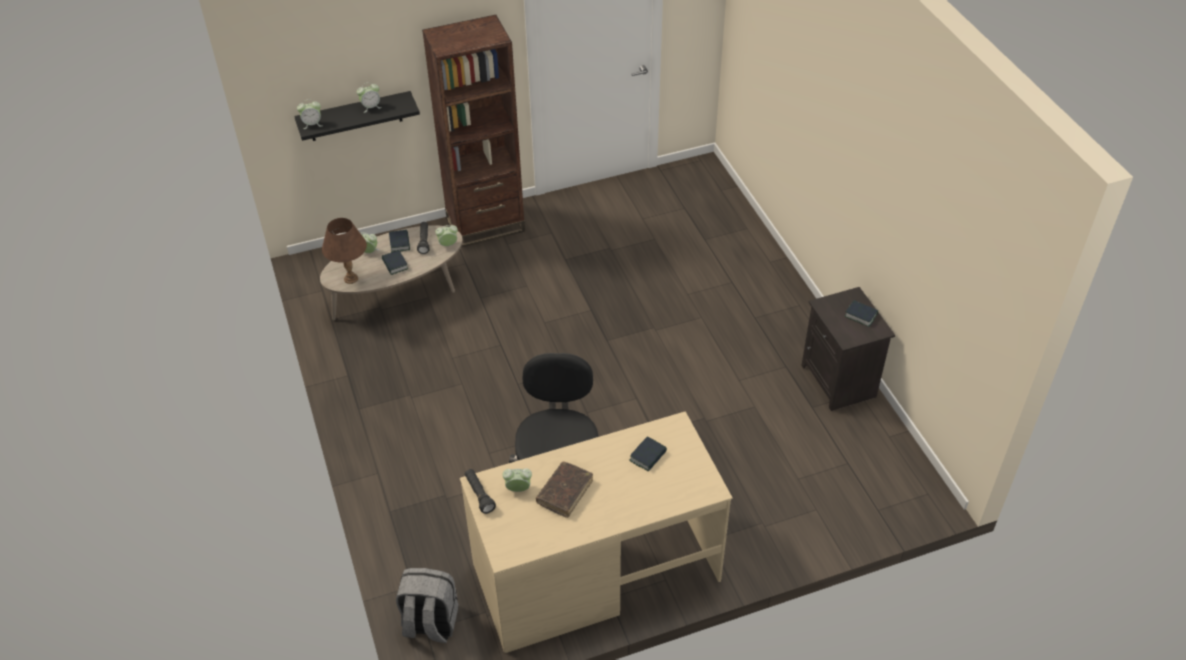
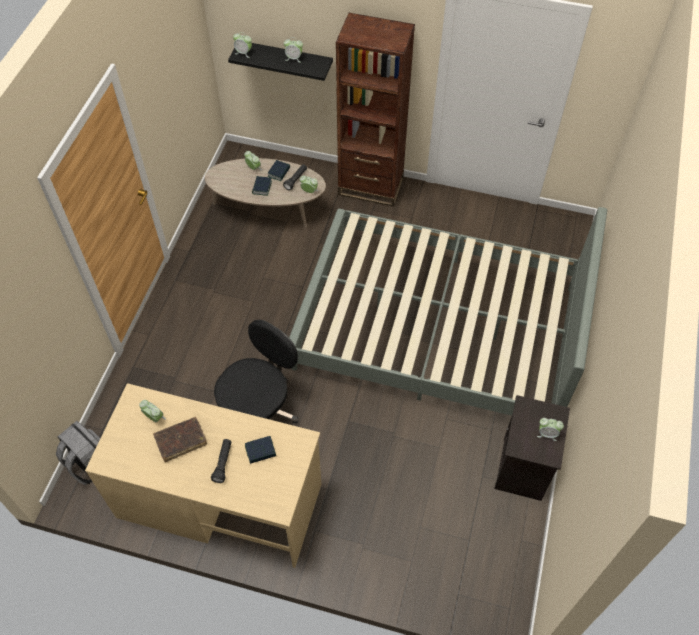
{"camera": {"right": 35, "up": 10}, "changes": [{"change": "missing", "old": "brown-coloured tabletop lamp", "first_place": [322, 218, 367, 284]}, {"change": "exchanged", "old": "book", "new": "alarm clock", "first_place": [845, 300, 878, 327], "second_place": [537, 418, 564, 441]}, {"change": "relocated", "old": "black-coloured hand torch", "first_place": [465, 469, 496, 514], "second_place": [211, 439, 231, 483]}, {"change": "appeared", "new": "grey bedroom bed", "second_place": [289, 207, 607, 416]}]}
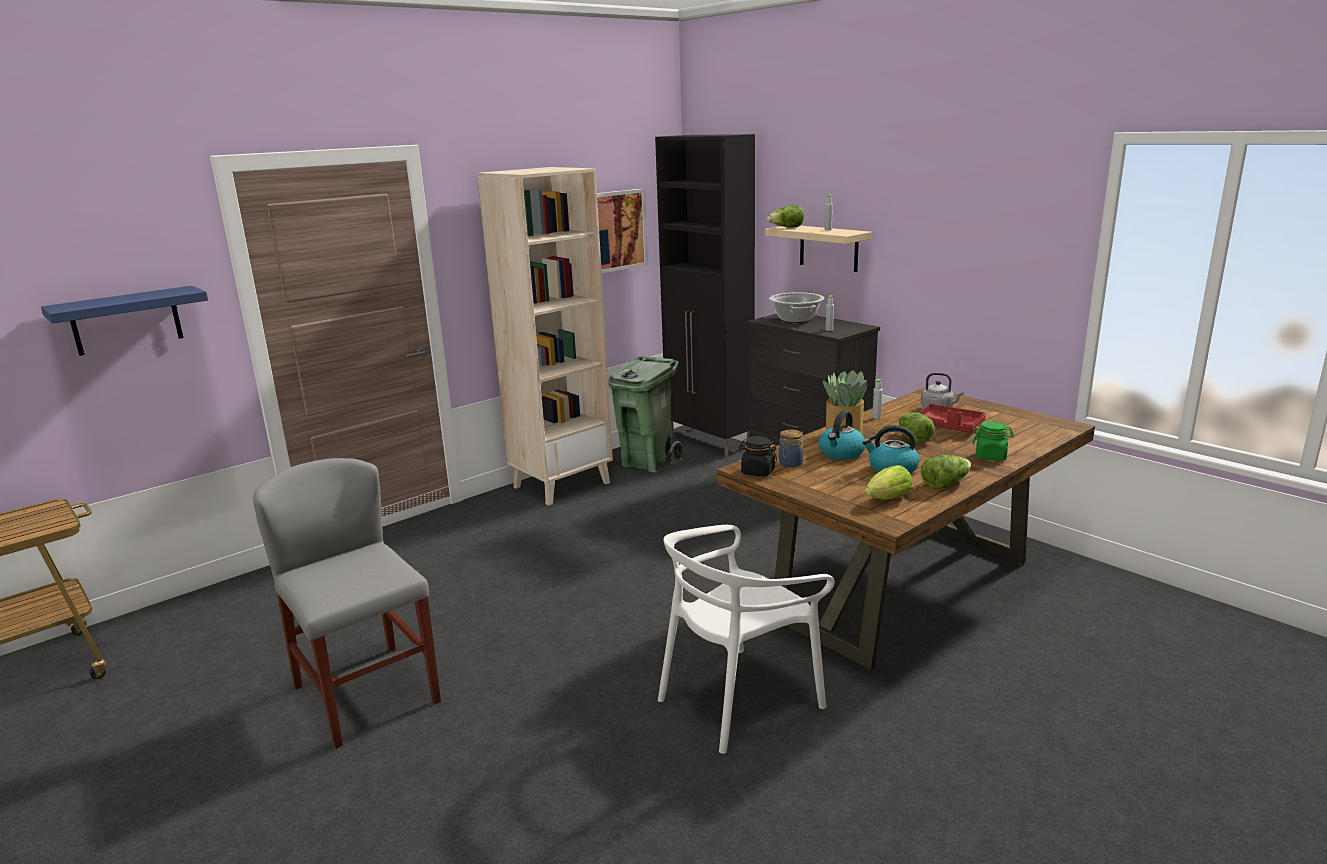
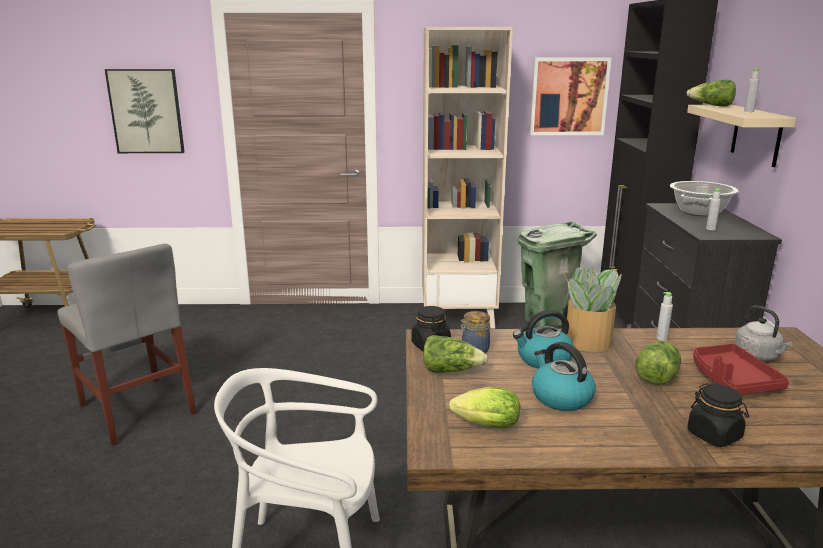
{"camera": {"right": 40, "up": 0}, "changes": [{"change": "exchanged", "old": "blue shelf", "new": "wall picture", "first_place": [41, 286, 208, 356], "second_place": [105, 69, 185, 153]}, {"change": "colour", "old": "green-coloured preserve jar", "new": "black-coloured preserve jar", "first_place": [973, 421, 1014, 461], "second_place": [687, 383, 749, 447]}, {"change": "relocated", "old": "lettuce head", "first_place": [921, 455, 971, 489], "second_place": [423, 335, 488, 373]}, {"change": "spun", "old": "grey plain chair", "first_place": [253, 458, 441, 749], "second_place": [57, 244, 196, 446], "degrees": 135}]}
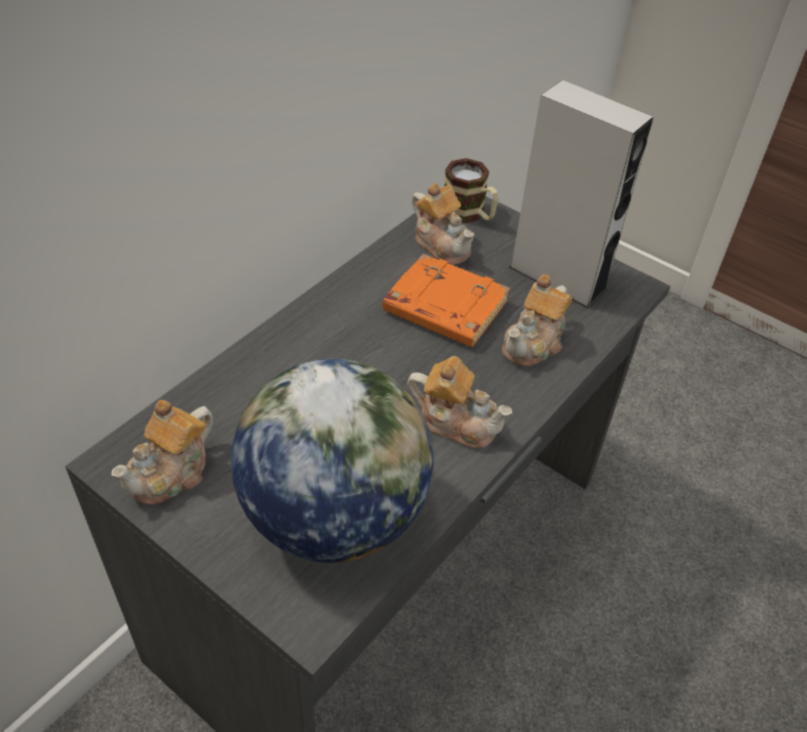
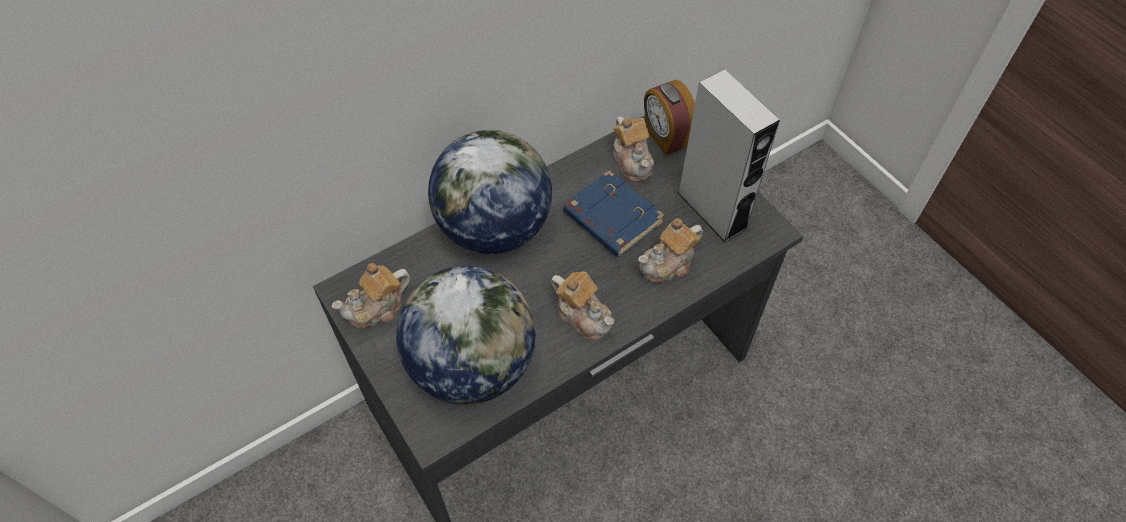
{"camera": {"right": 20, "up": 10}, "changes": [{"change": "exchanged", "old": "tea mug", "new": "alarm clock", "first_place": [444, 158, 499, 224], "second_place": [644, 80, 695, 155]}, {"change": "colour", "old": "orangey book", "new": "blue book", "first_place": [383, 254, 510, 347], "second_place": [563, 171, 664, 257]}, {"change": "appeared", "new": "globe", "second_place": [428, 130, 552, 254]}]}
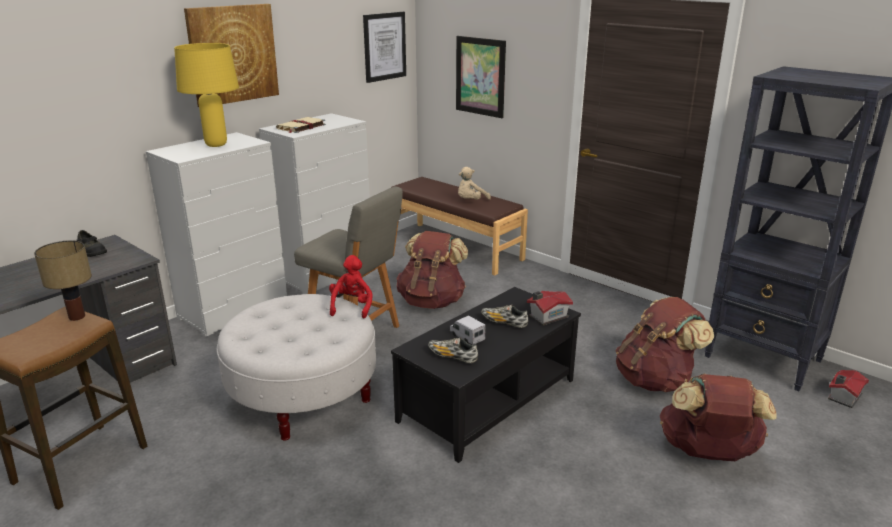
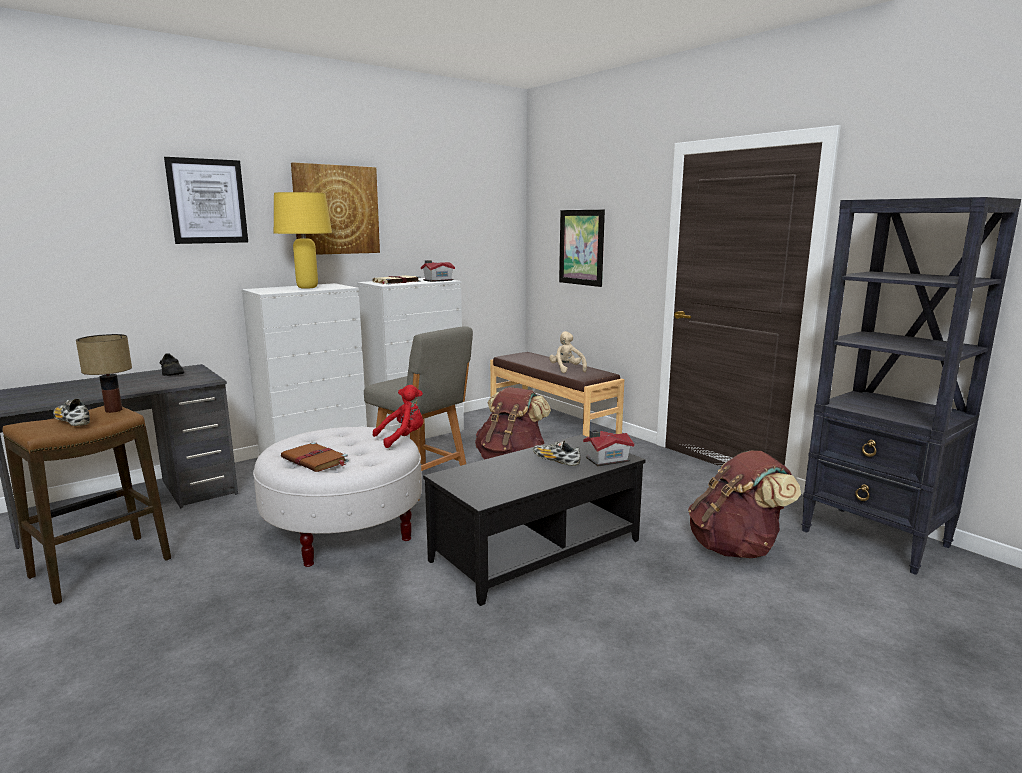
{"camera": {"right": 10, "up": -10}, "changes": [{"change": "relocated", "old": "wall picture", "first_place": [363, 12, 406, 83], "second_place": [164, 157, 248, 244]}, {"change": "spun", "old": "beige plush toy", "first_place": [458, 167, 491, 200], "second_place": [549, 331, 587, 373], "degrees": 105}, {"change": "spun", "old": "red plush toy", "first_place": [329, 255, 373, 319], "second_place": [373, 385, 424, 448], "degrees": 45}, {"change": "missing", "old": "toy lorry", "first_place": [450, 315, 485, 345]}, {"change": "relocated", "old": "item of footwear", "first_place": [428, 337, 478, 363], "second_place": [53, 398, 90, 426]}, {"change": "relocated", "old": "model house", "first_place": [828, 370, 869, 408], "second_place": [421, 260, 455, 282]}, {"change": "missing", "old": "brown-coloured backpack", "first_place": [660, 374, 776, 461]}, {"change": "appeared", "new": "brown-coloured book", "second_place": [281, 442, 349, 472]}]}
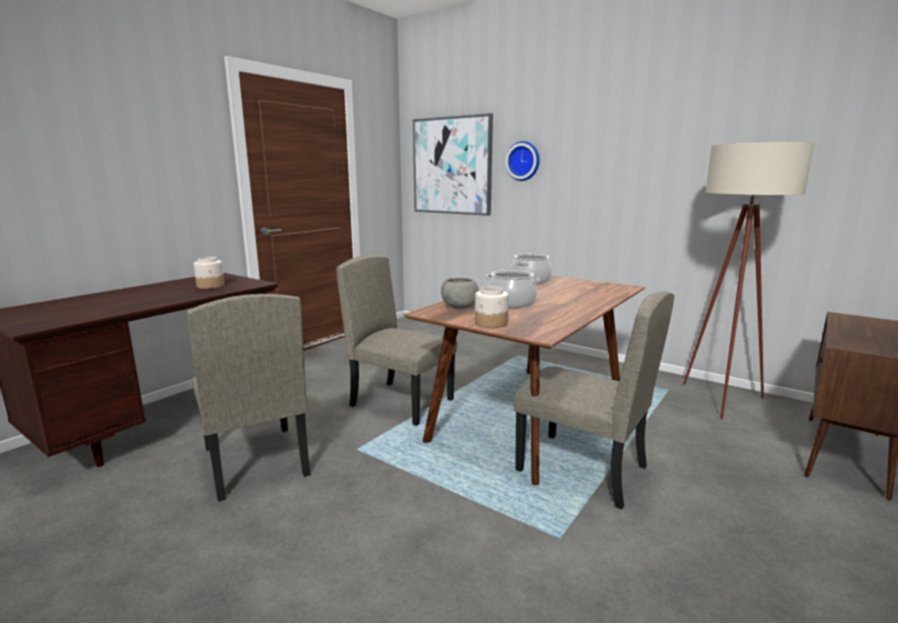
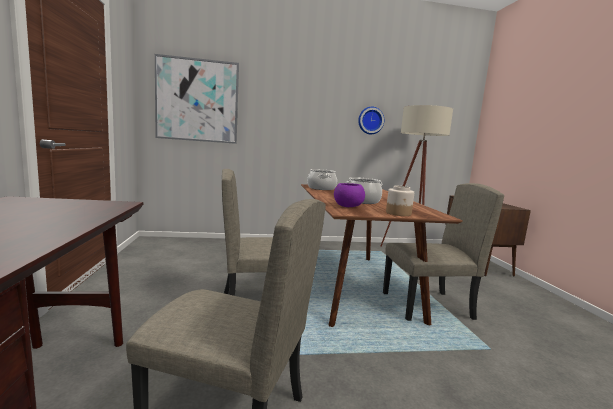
{"camera": {"right": -45, "up": -5}, "changes": [{"change": "relocated", "old": "clock on the wall", "first_place": [505, 141, 540, 181], "second_place": [358, 107, 384, 134]}, {"change": "missing", "old": "preserve jar", "first_place": [193, 257, 225, 289]}, {"change": "colour", "old": "grey serving bowl", "new": "purple serving bowl", "first_place": [441, 278, 479, 309], "second_place": [334, 183, 365, 207]}]}
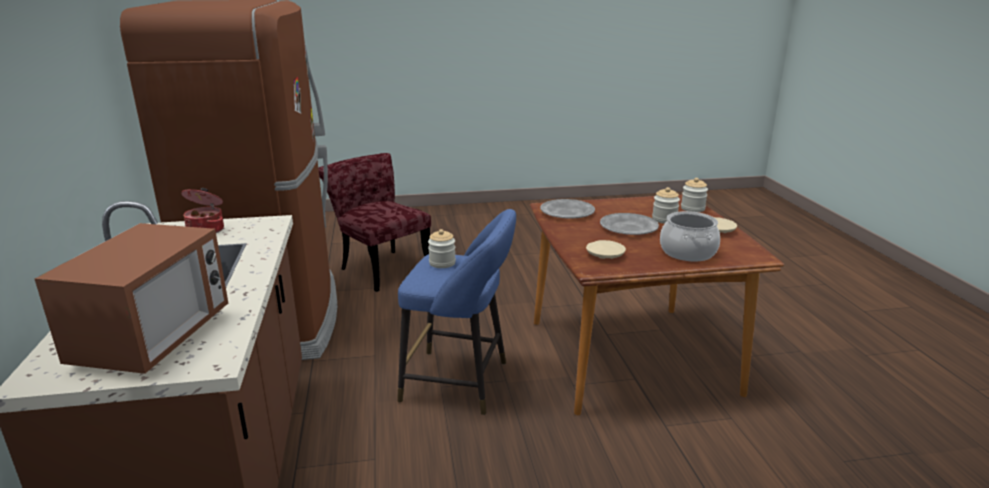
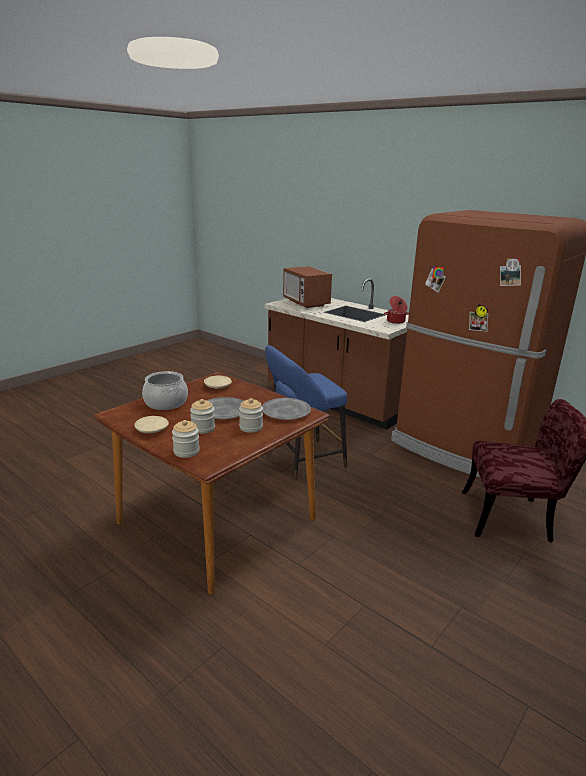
{"camera": {"right": 140, "up": 0}, "changes": [{"change": "relocated", "old": "preserve jar", "first_place": [428, 229, 456, 268], "second_place": [239, 398, 263, 433]}]}
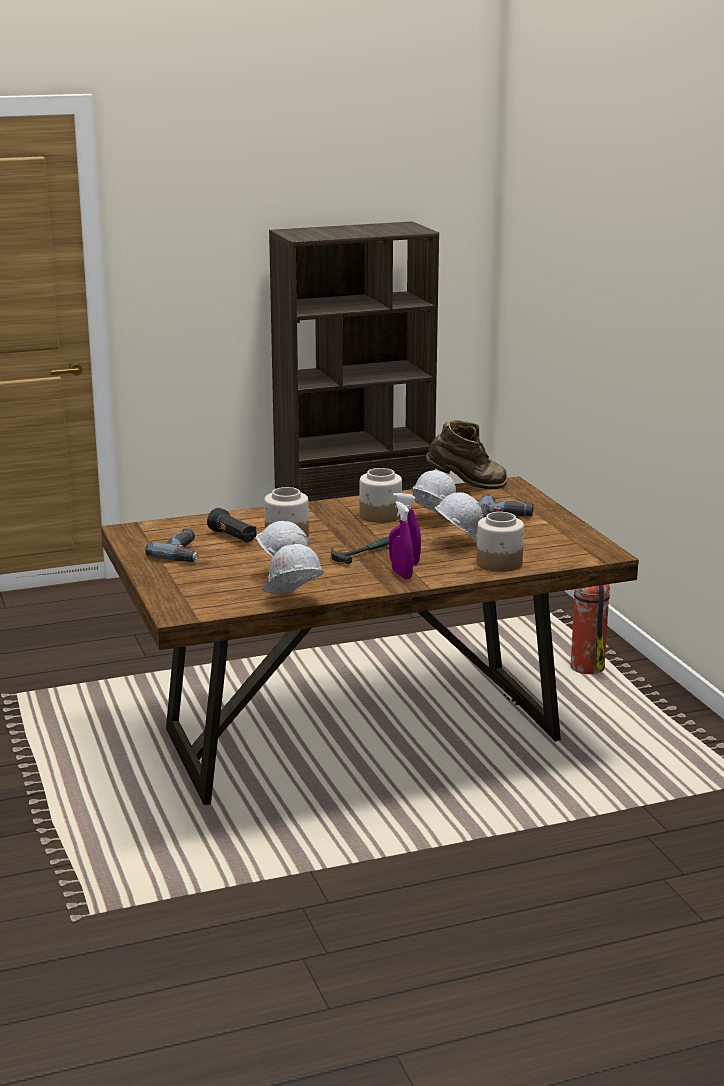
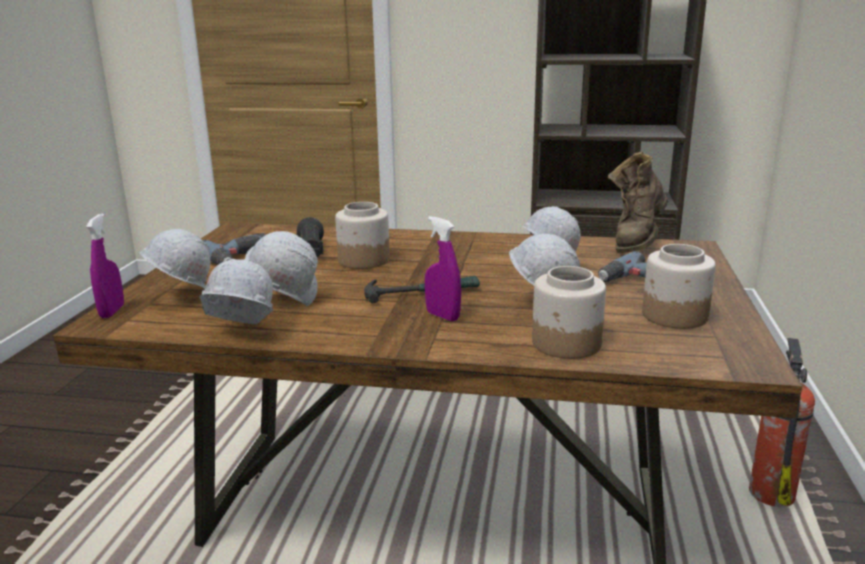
{"camera": {"right": 30, "up": 0}, "changes": [{"change": "spun", "old": "brown-coloured boot", "first_place": [426, 420, 508, 489], "second_place": [608, 152, 668, 253], "degrees": 90}, {"change": "relocated", "old": "preserve jar", "first_place": [360, 468, 402, 523], "second_place": [642, 244, 716, 329]}, {"change": "relocated", "old": "purple sprayer", "first_place": [392, 501, 413, 579], "second_place": [86, 213, 124, 318]}, {"change": "appeared", "new": "white-coloured hard hat", "second_place": [140, 229, 210, 289]}]}
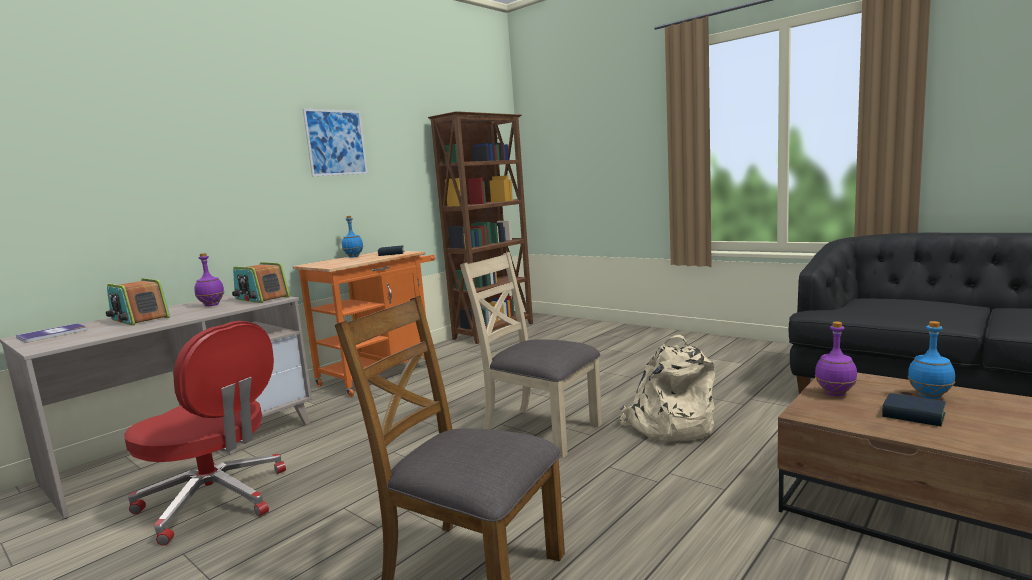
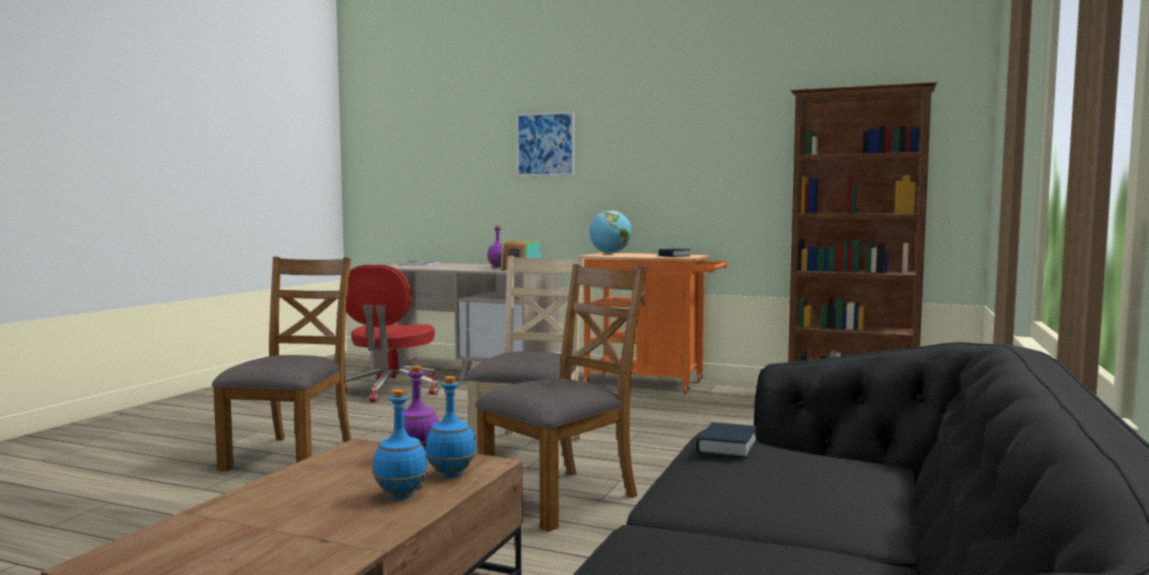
{"camera": {"right": 70, "up": -5}, "changes": [{"change": "relocated", "old": "wall picture", "first_place": [303, 109, 368, 176], "second_place": [516, 111, 574, 176]}, {"change": "relocated", "old": "blue drink bottle", "first_place": [342, 216, 363, 258], "second_place": [426, 376, 476, 478]}, {"change": "missing", "old": "radio receiver", "first_place": [106, 278, 170, 326]}, {"change": "exchanged", "old": "beige backpack", "new": "brown-coloured plain chair", "first_place": [620, 335, 715, 442], "second_place": [475, 264, 646, 532]}, {"change": "relocated", "old": "book", "first_place": [882, 393, 946, 426], "second_place": [696, 422, 758, 458]}, {"change": "appeared", "new": "globe", "second_place": [589, 210, 632, 254]}]}
